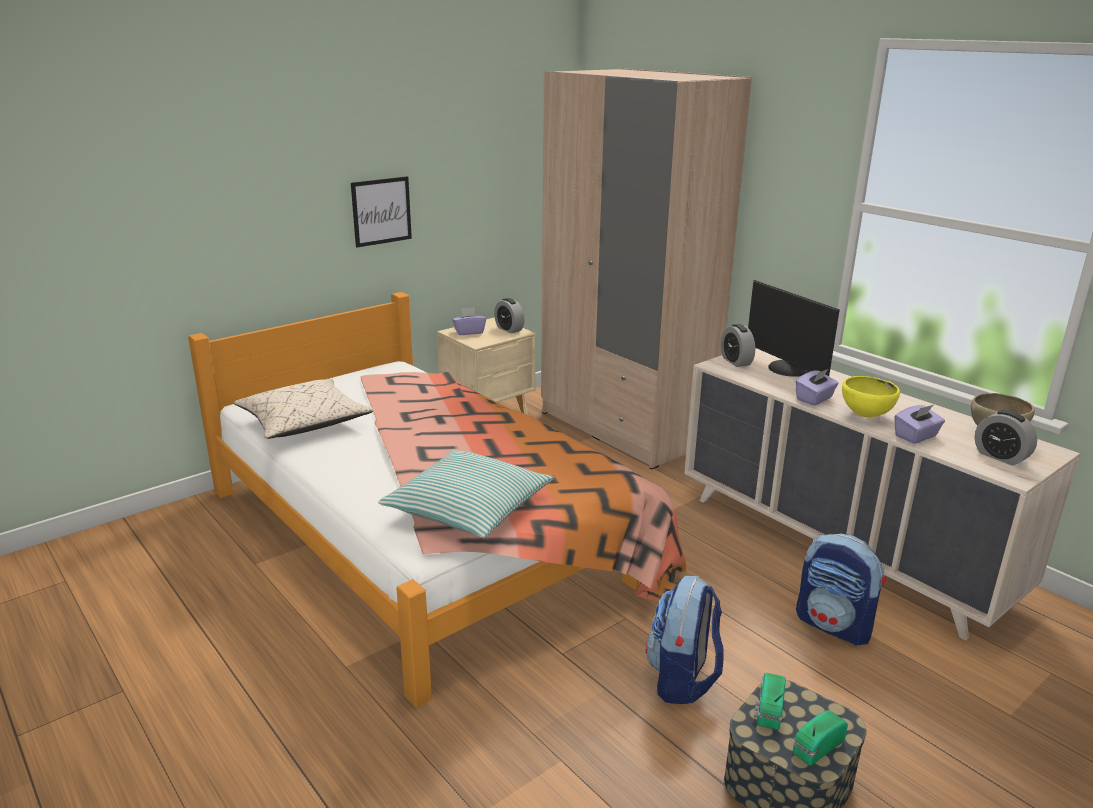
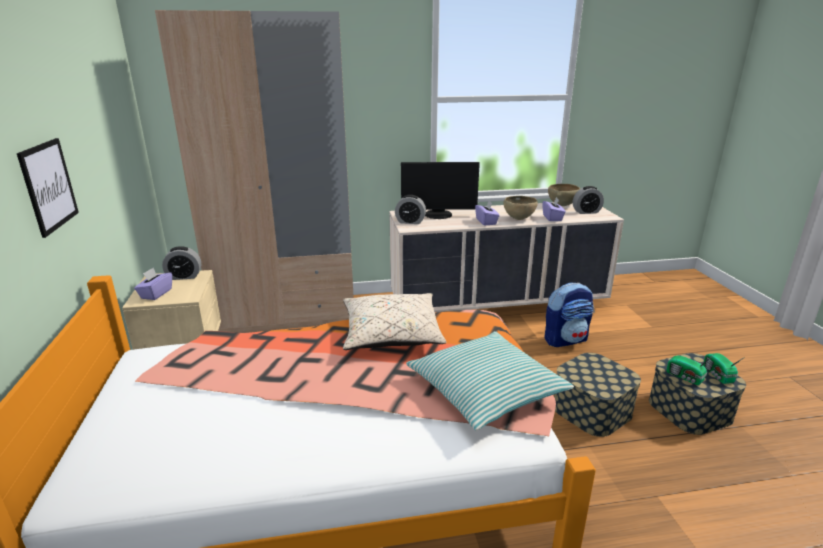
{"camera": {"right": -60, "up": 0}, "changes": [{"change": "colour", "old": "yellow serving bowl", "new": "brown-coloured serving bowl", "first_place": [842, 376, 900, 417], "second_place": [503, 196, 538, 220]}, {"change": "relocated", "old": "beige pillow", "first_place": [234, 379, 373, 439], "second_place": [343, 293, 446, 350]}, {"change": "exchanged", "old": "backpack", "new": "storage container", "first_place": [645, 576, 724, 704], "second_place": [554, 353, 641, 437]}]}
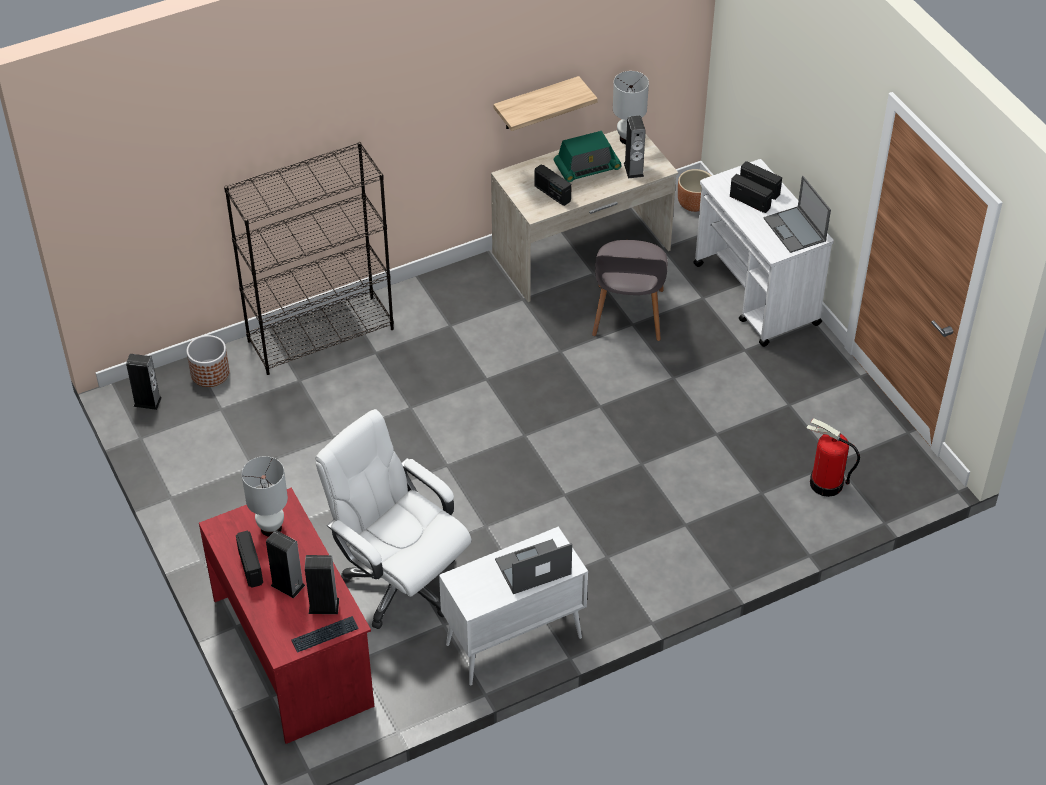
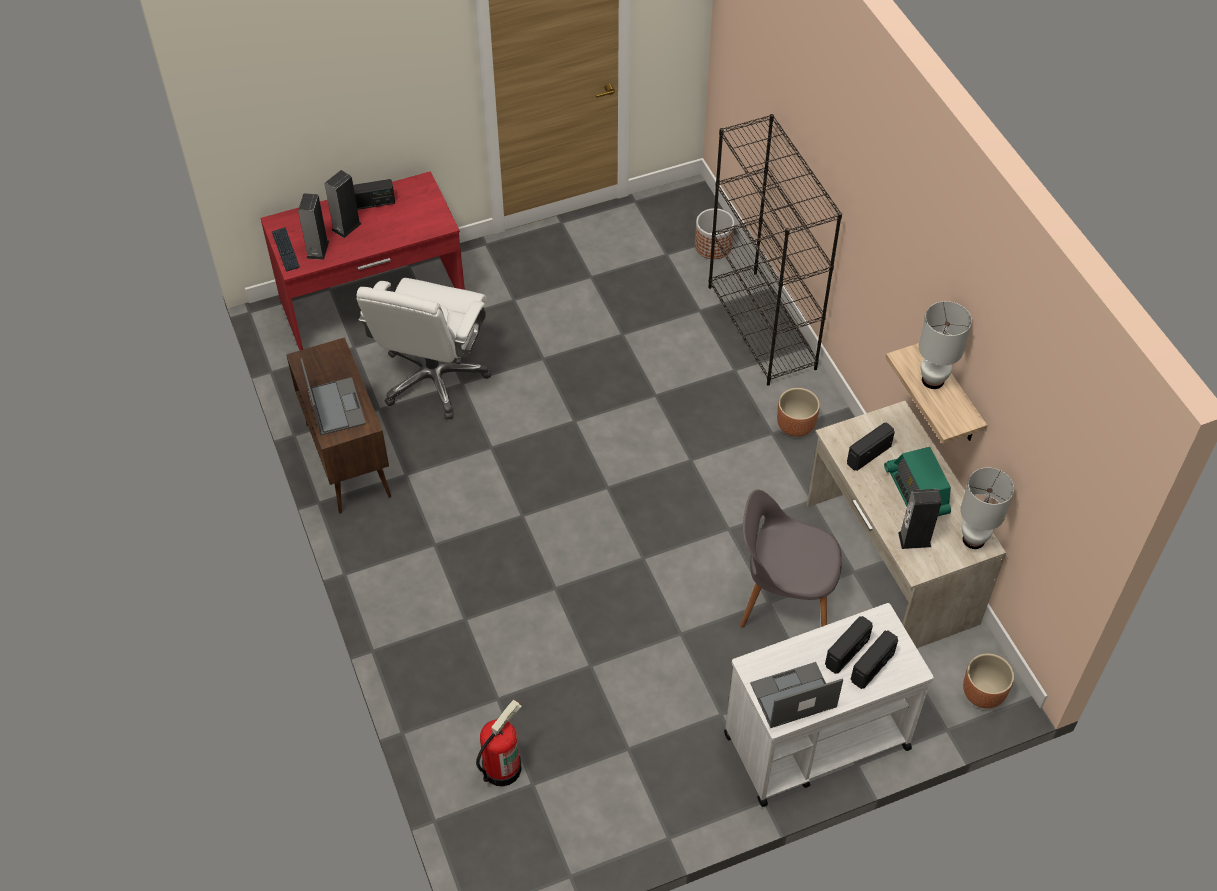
{"camera": {"right": 95, "up": 5}, "changes": [{"change": "missing", "old": "speaker", "first_place": [126, 354, 162, 410]}, {"change": "spun", "old": "white-coloured desk chair", "first_place": [315, 409, 471, 629], "second_place": [356, 278, 491, 420], "degrees": 150}, {"change": "relocated", "old": "white-coloured tabletop lamp", "first_place": [241, 456, 288, 537], "second_place": [919, 301, 972, 389]}, {"change": "colour", "old": "white-coloured storage cabinet", "new": "brown-coloured storage cabinet", "first_place": [439, 527, 588, 685], "second_place": [286, 337, 391, 514]}, {"change": "appeared", "new": "brown-coloured flower pot", "second_place": [777, 388, 820, 437]}]}
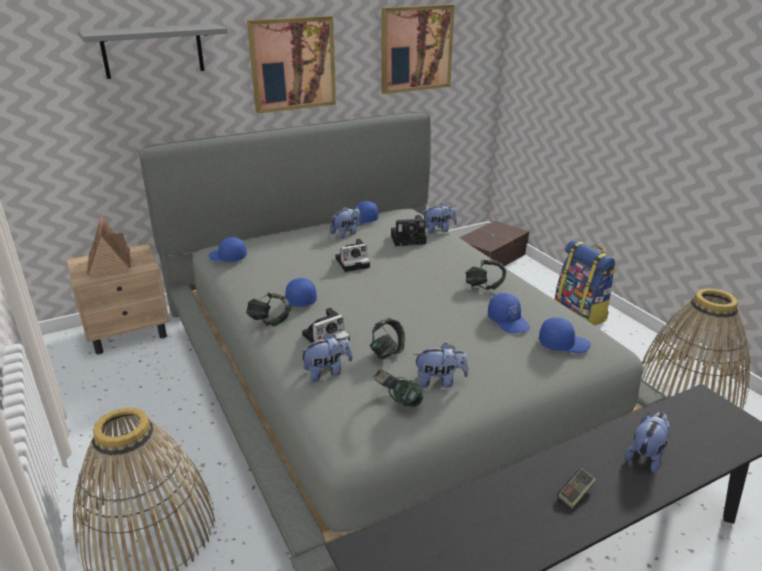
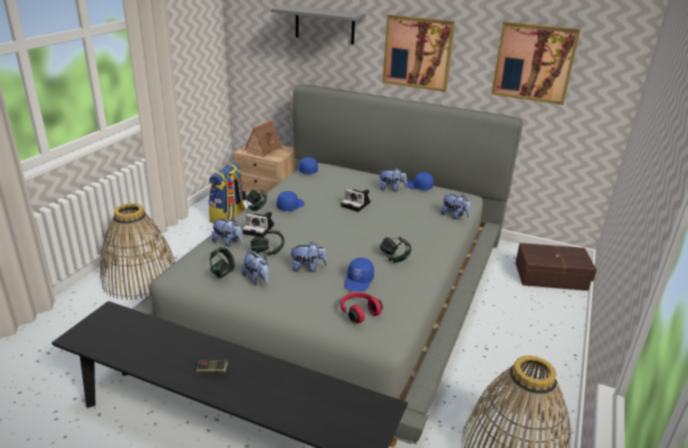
{"camera": {"right": 50, "up": 0}, "changes": [{"change": "missing", "old": "still camera", "first_place": [391, 215, 427, 246]}, {"change": "relocated", "old": "backpack", "first_place": [555, 240, 616, 326], "second_place": [209, 163, 246, 223]}, {"change": "exchanged", "old": "blue baseball cap", "new": "red pair of headphones", "first_place": [539, 317, 591, 354], "second_place": [340, 292, 383, 323]}, {"change": "relocated", "old": "plush toy", "first_place": [625, 412, 671, 473], "second_place": [289, 241, 327, 272]}]}
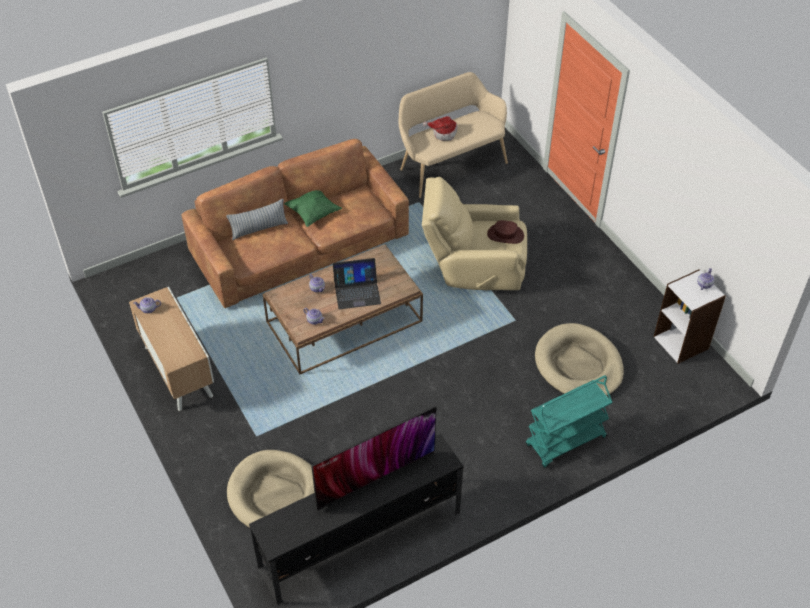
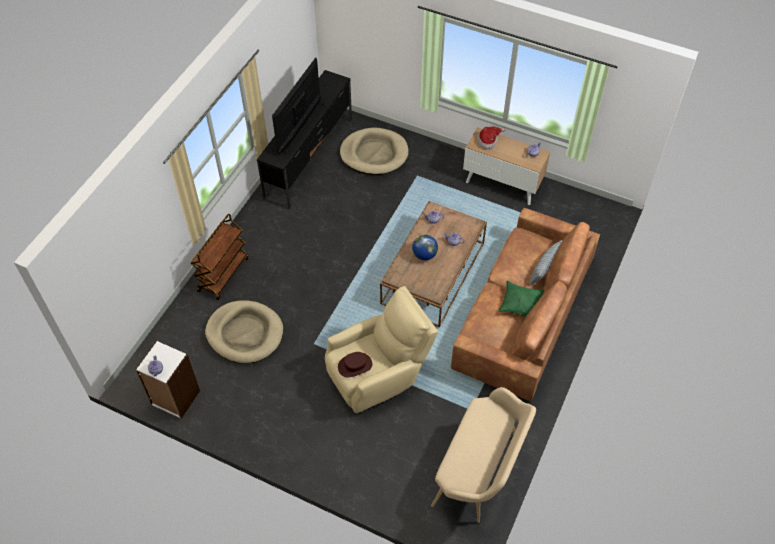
{"camera": {"right": 145, "up": 5}, "changes": [{"change": "relocated", "old": "wearable hat", "first_place": [423, 116, 458, 141], "second_place": [477, 126, 506, 150]}, {"change": "exchanged", "old": "portable computer", "new": "globe", "first_place": [333, 258, 381, 309], "second_place": [412, 235, 438, 260]}, {"change": "colour", "old": "blue-green wheeled cart", "new": "brown-coloured wheeled cart", "first_place": [526, 376, 613, 468], "second_place": [191, 214, 248, 300]}]}
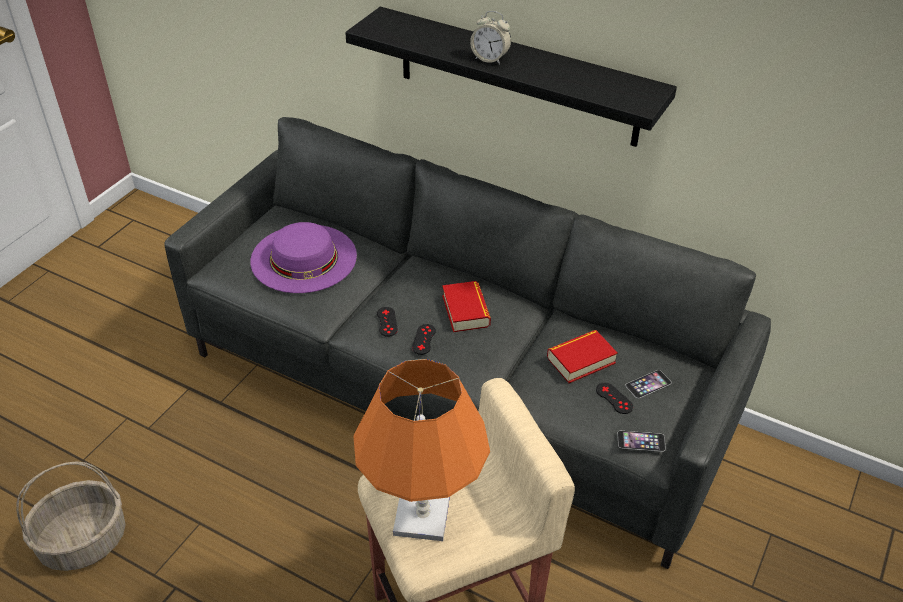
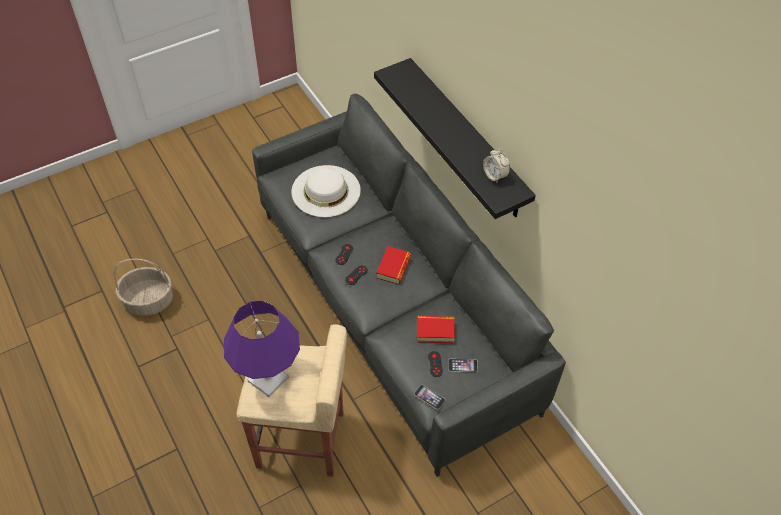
{"camera": {"right": 30, "up": 10}, "changes": [{"change": "relocated", "old": "alarm clock", "first_place": [470, 11, 511, 65], "second_place": [483, 148, 510, 183]}, {"change": "colour", "old": "purple wearable hat", "new": "white-coloured wearable hat", "first_place": [250, 222, 357, 293], "second_place": [292, 165, 361, 217]}, {"change": "colour", "old": "orangey tabletop lamp", "new": "purple tabletop lamp", "first_place": [354, 359, 490, 541], "second_place": [224, 301, 300, 397]}]}
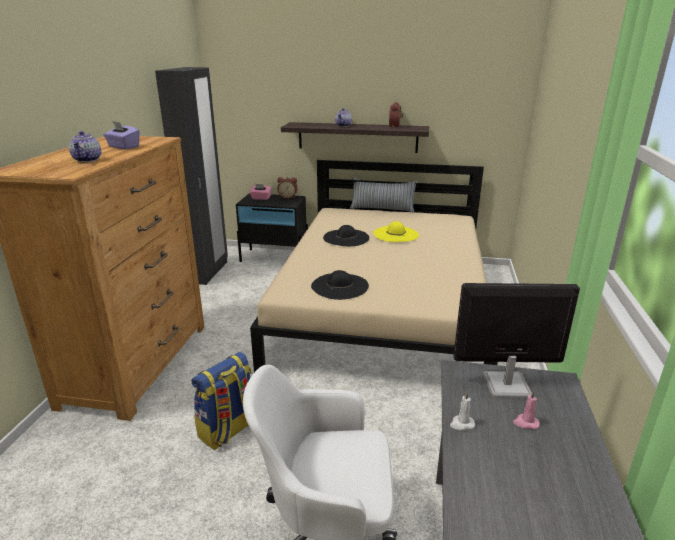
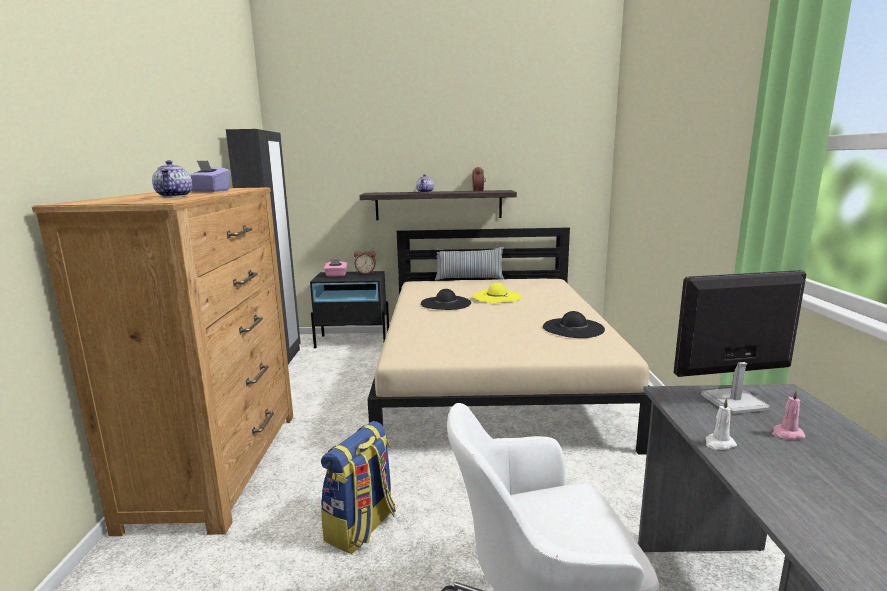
{"camera": {"right": -10, "up": -10}, "changes": [{"change": "relocated", "old": "black-coloured wearable hat", "first_place": [311, 270, 369, 300], "second_place": [543, 311, 605, 338]}]}
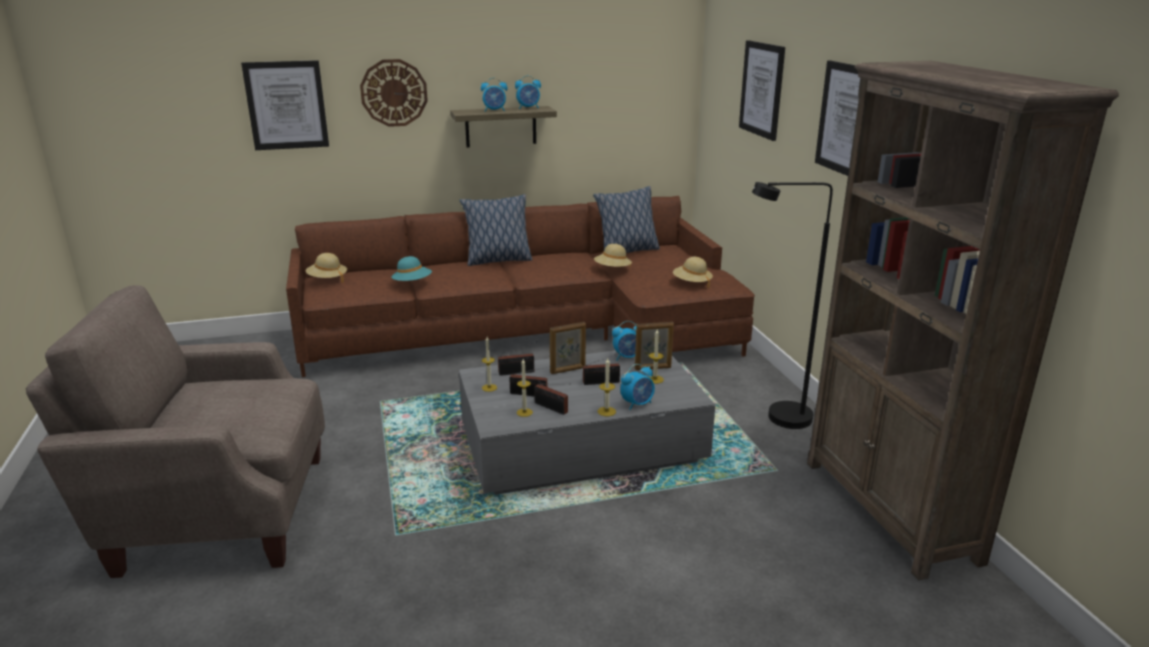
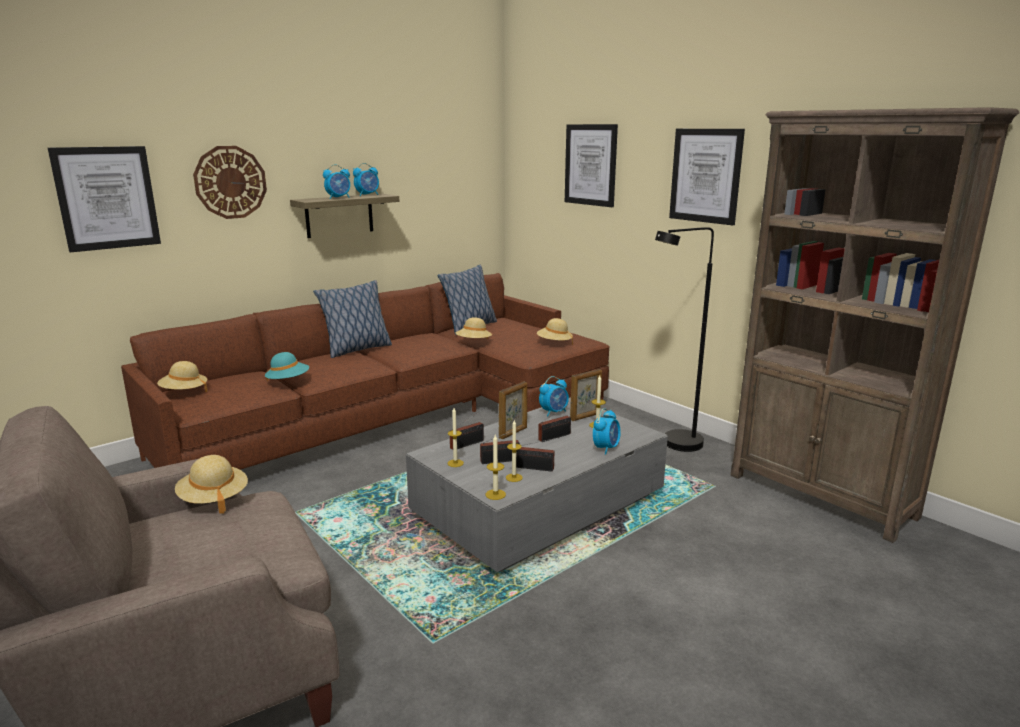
{"camera": {"right": -25, "up": -5}, "changes": [{"change": "relocated", "old": "candle", "first_place": [598, 358, 616, 416], "second_place": [486, 435, 506, 500]}, {"change": "appeared", "new": "beige wearable hat", "second_place": [175, 455, 248, 514]}]}
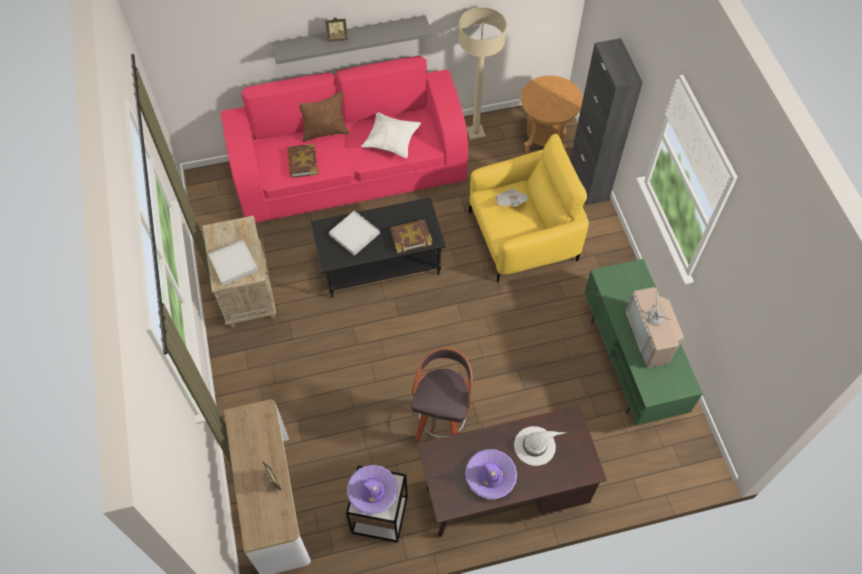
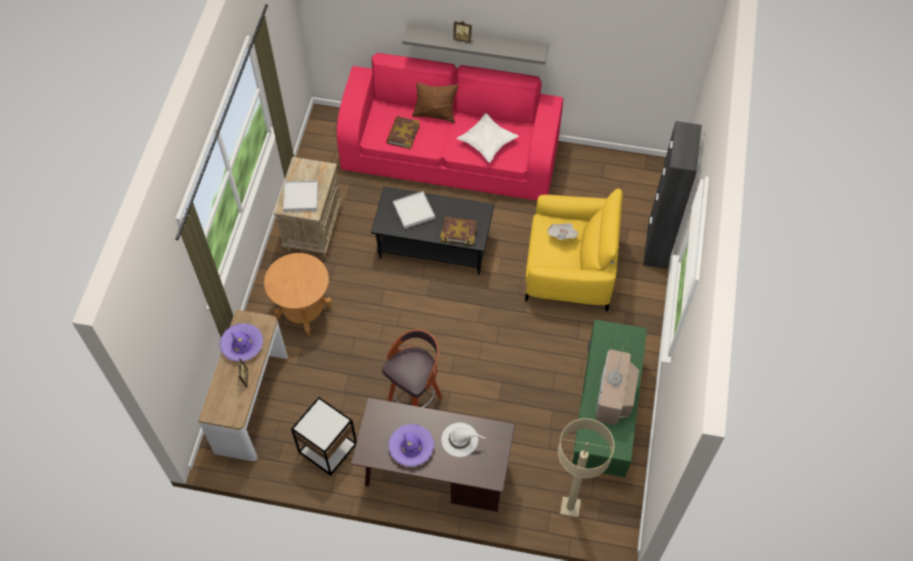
{"camera": {"right": 25, "up": 0}, "changes": [{"change": "relocated", "old": "beige floor lamp", "first_place": [459, 7, 506, 140], "second_place": [558, 418, 614, 518]}, {"change": "relocated", "old": "brown-coloured side table", "first_place": [521, 75, 583, 153], "second_place": [264, 253, 332, 336]}, {"change": "relocated", "old": "purple wearable hat", "first_place": [347, 465, 398, 515], "second_place": [220, 323, 263, 362]}]}
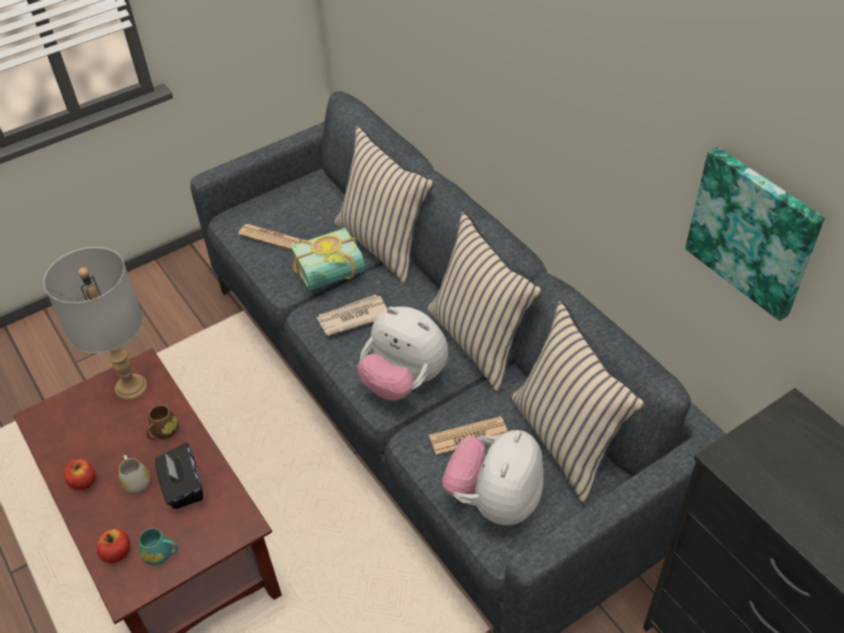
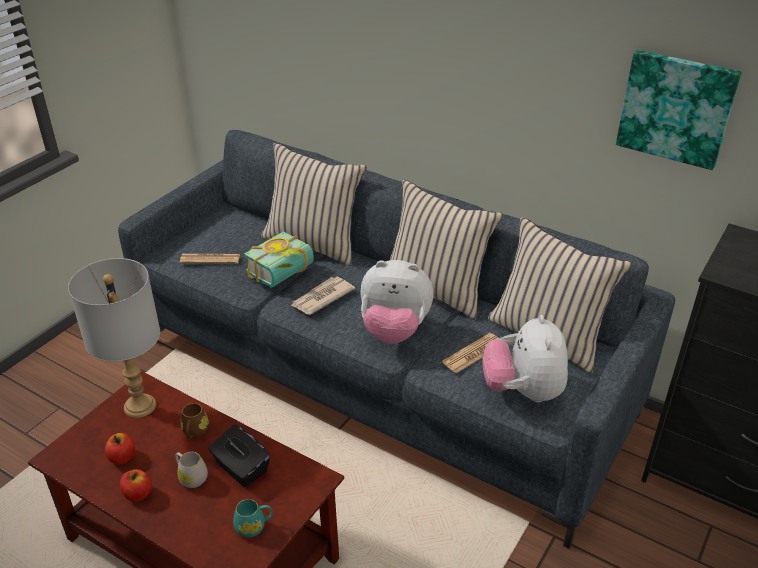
{"camera": {"right": -25, "up": -10}, "changes": [{"change": "relocated", "old": "apple", "first_place": [96, 529, 130, 563], "second_place": [105, 433, 135, 465]}]}
